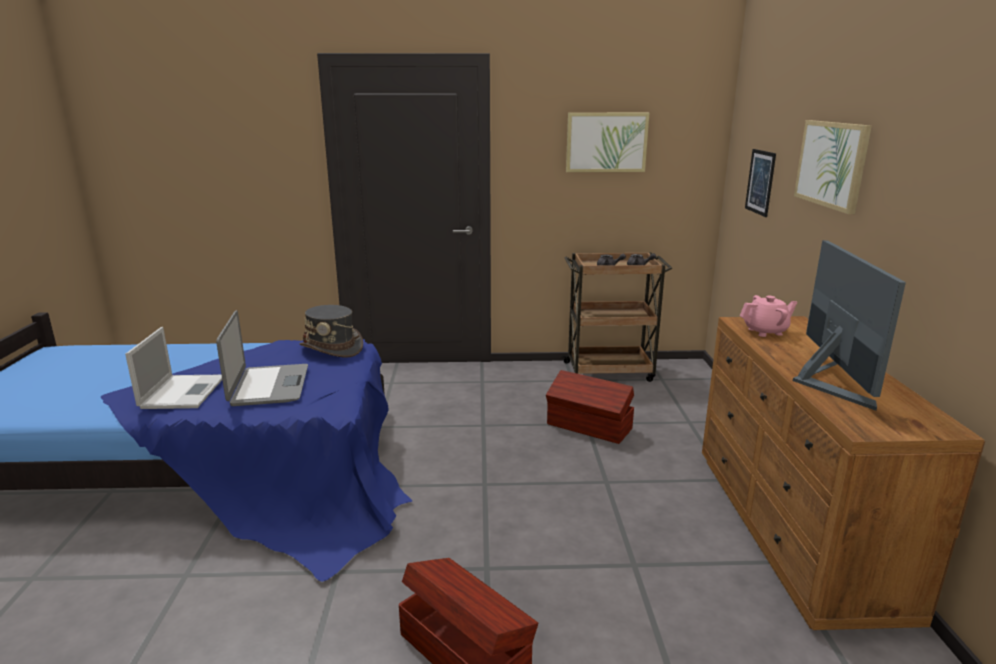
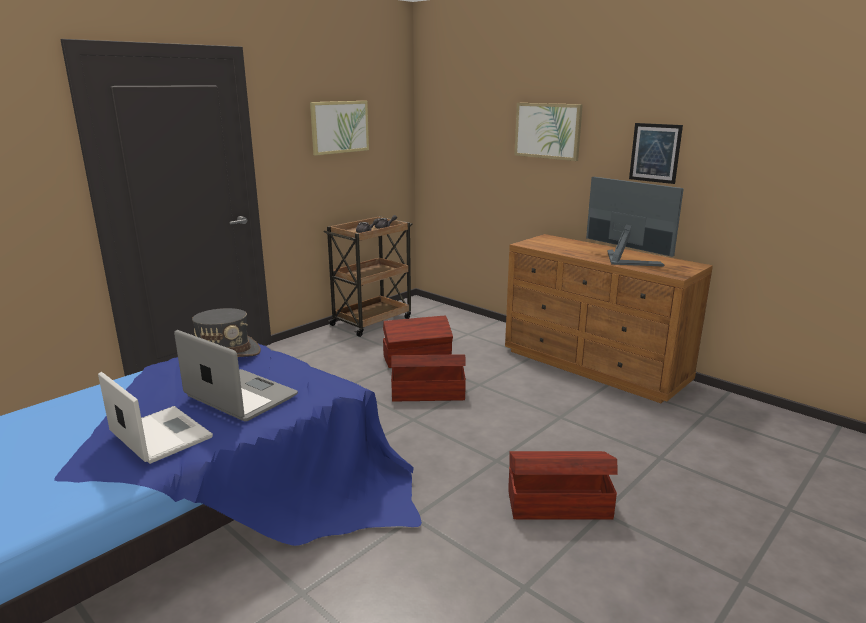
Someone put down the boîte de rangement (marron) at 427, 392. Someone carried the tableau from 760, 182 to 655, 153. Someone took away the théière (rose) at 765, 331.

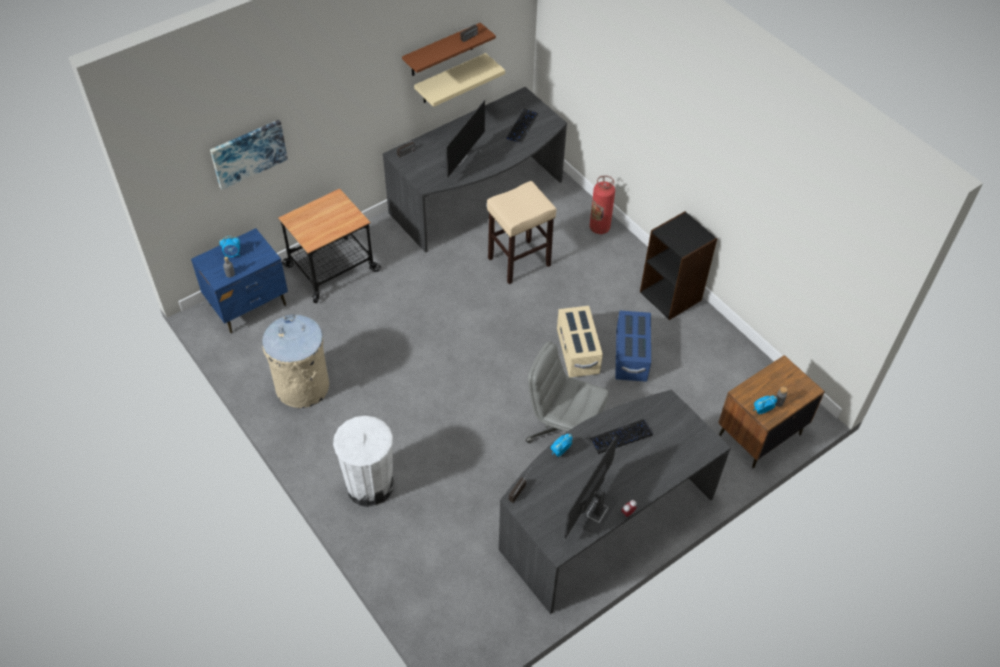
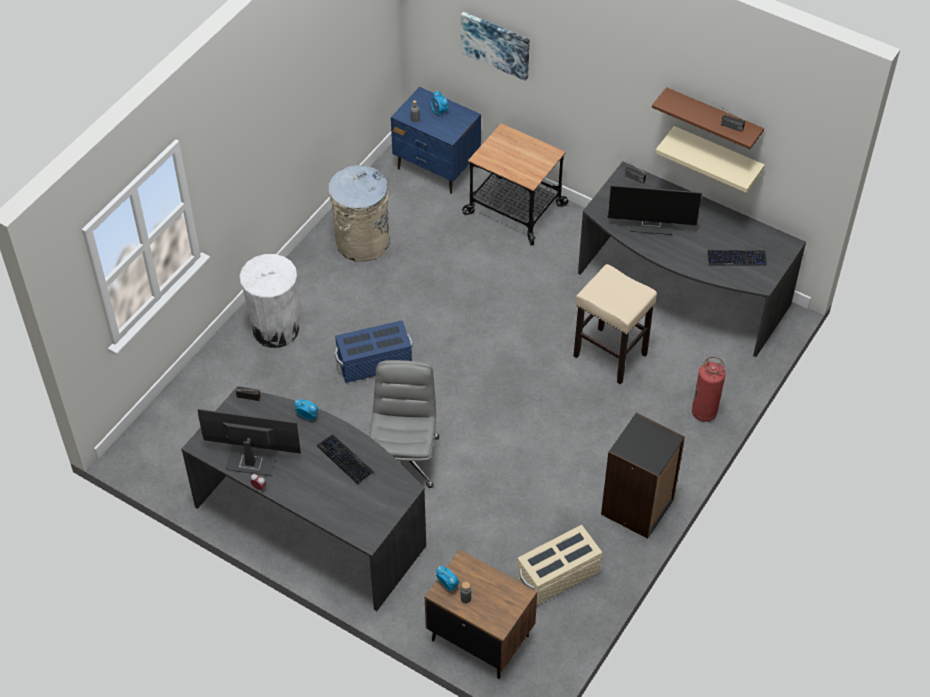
Someone carried the boîte de rangement (bleu) from 631, 356 to 374, 363. Someone carried the boîte de rangement (beige) from 577, 352 to 557, 575.

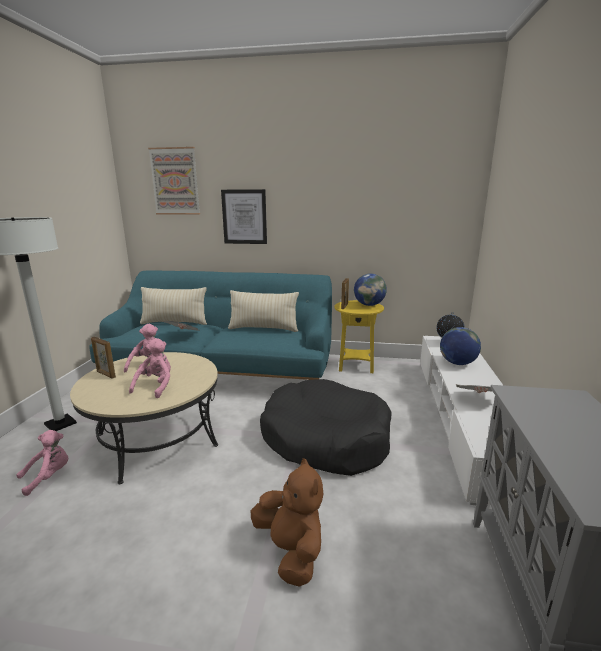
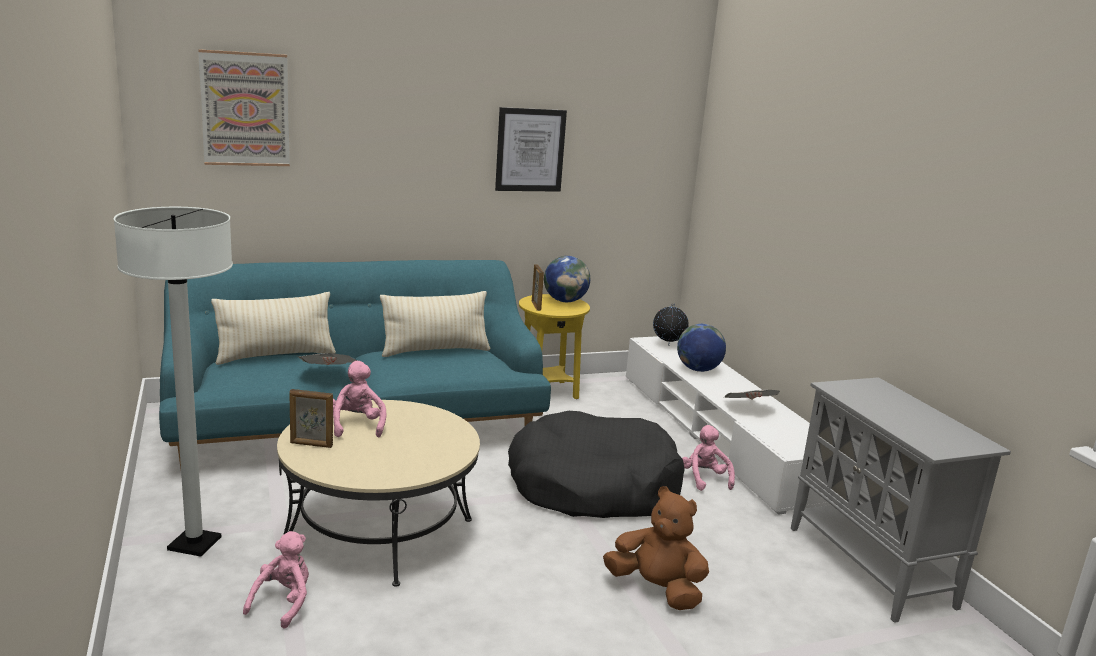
Someone carried the tableau from 244, 217 to 530, 150. Someone carried the peluche (rose) from 156, 386 to 704, 479.

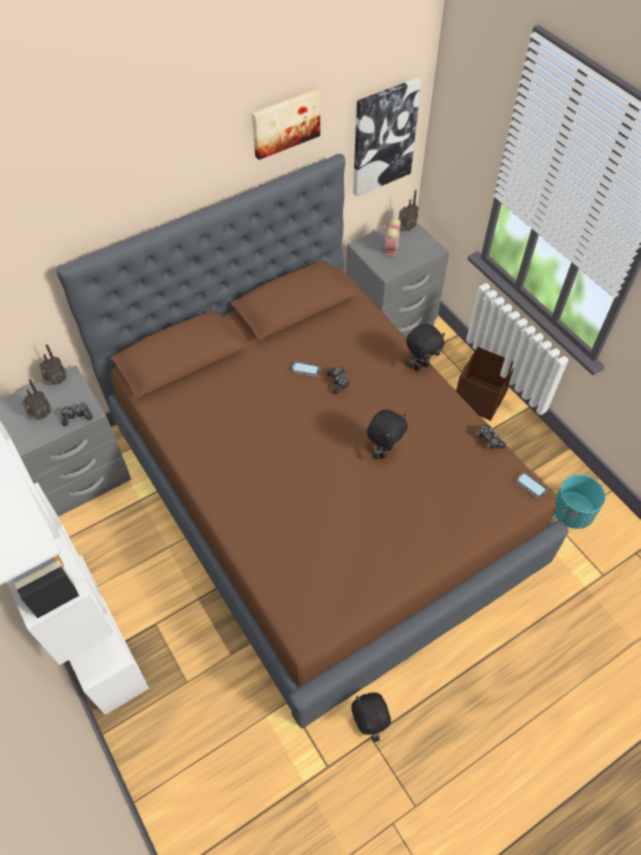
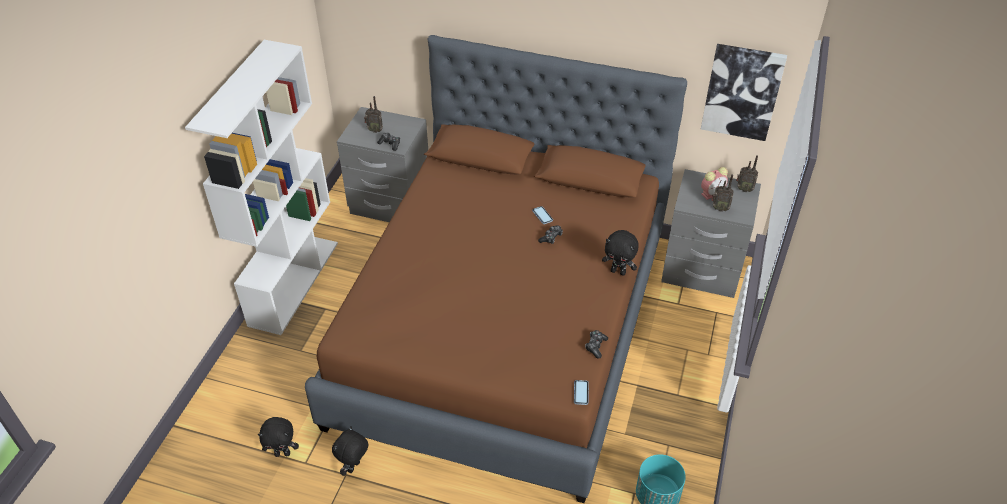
Someone carried the peluche (noir) from 384, 451 to 282, 453. Someone carried the radio from 56, 381 to 719, 208. Someone took away the tableau at 285, 123. Someone took away the boîte de rangement (marron) at 479, 398.

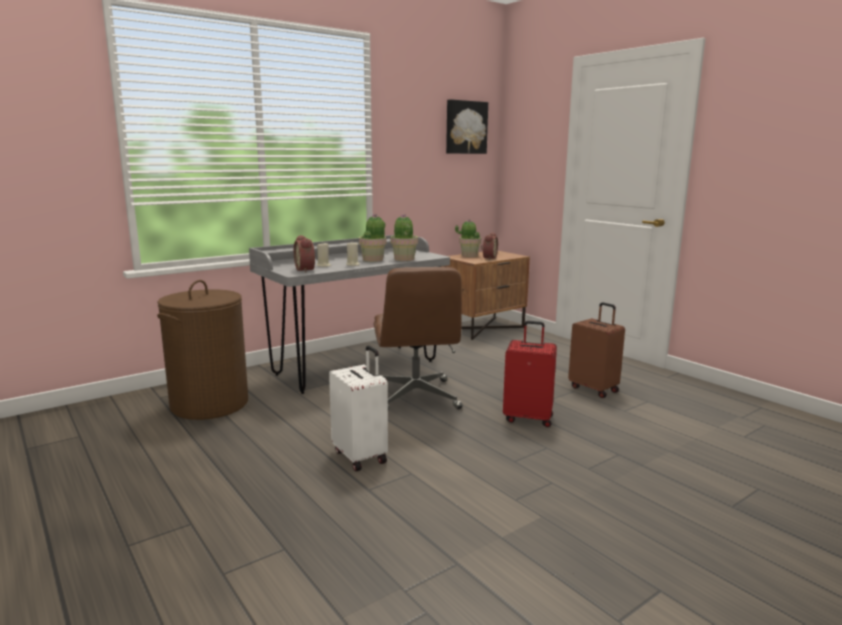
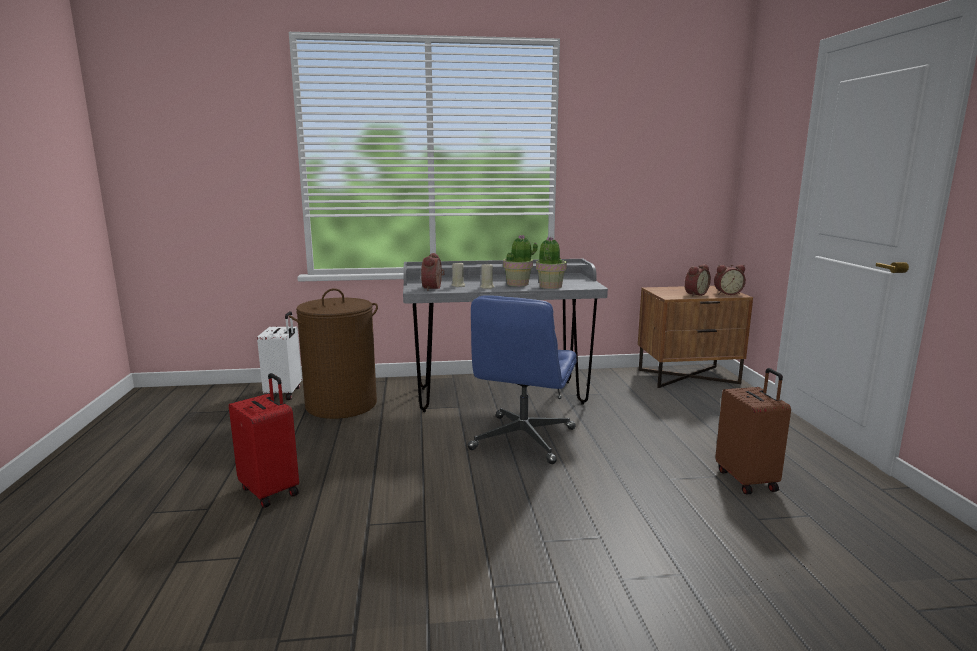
Someone carried the valise (rouge) from 528, 418 to 271, 491. Someone carried the valise (blanc) from 361, 456 to 284, 393. Someone repainted the chaise de bureau (marron) at 416, 397, which became the chaise de bureau (bleu) at 523, 440. Someone put down the réveil at 727, 293. Someone took away the tableau at 465, 127. Someone took away the plante en pot at 469, 255.

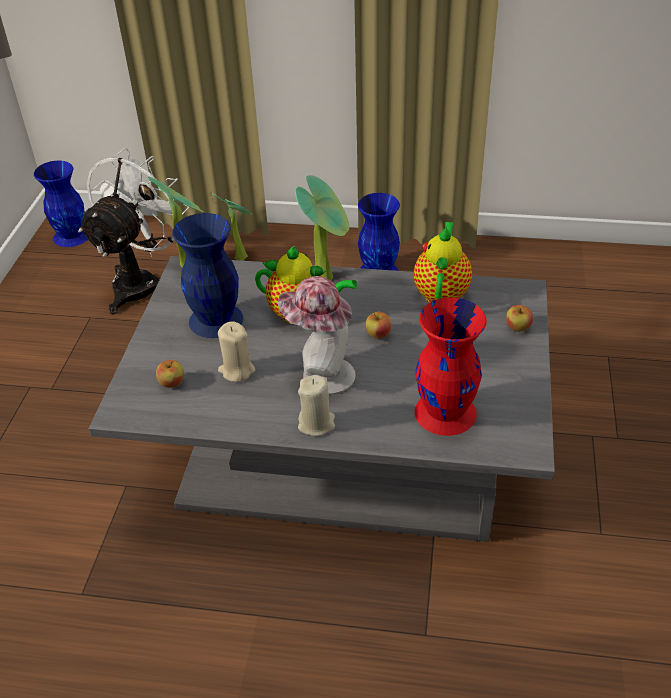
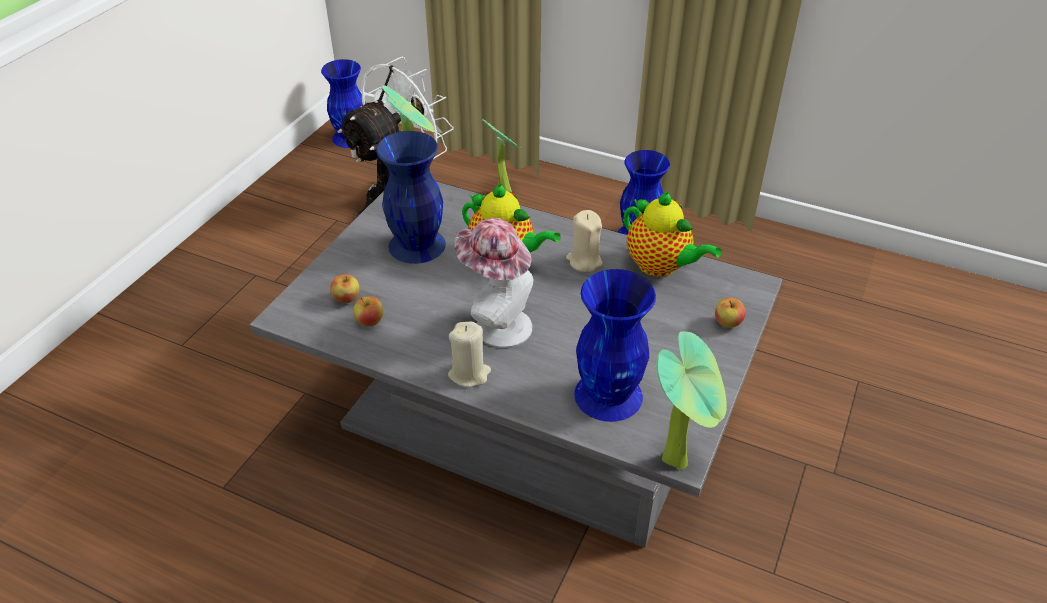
Someone carried the pomme from 378, 335 to 370, 322. Someone carried the bougie (beige) from 237, 370 to 584, 261. Someone repainted the vase (rouge) at 446, 413, which became the vase (bleu) at 609, 396. Someone rotated the théière at 441, 292 by 105 degrees clockwise. Someone carried the plante en pot from 327, 276 to 680, 459.

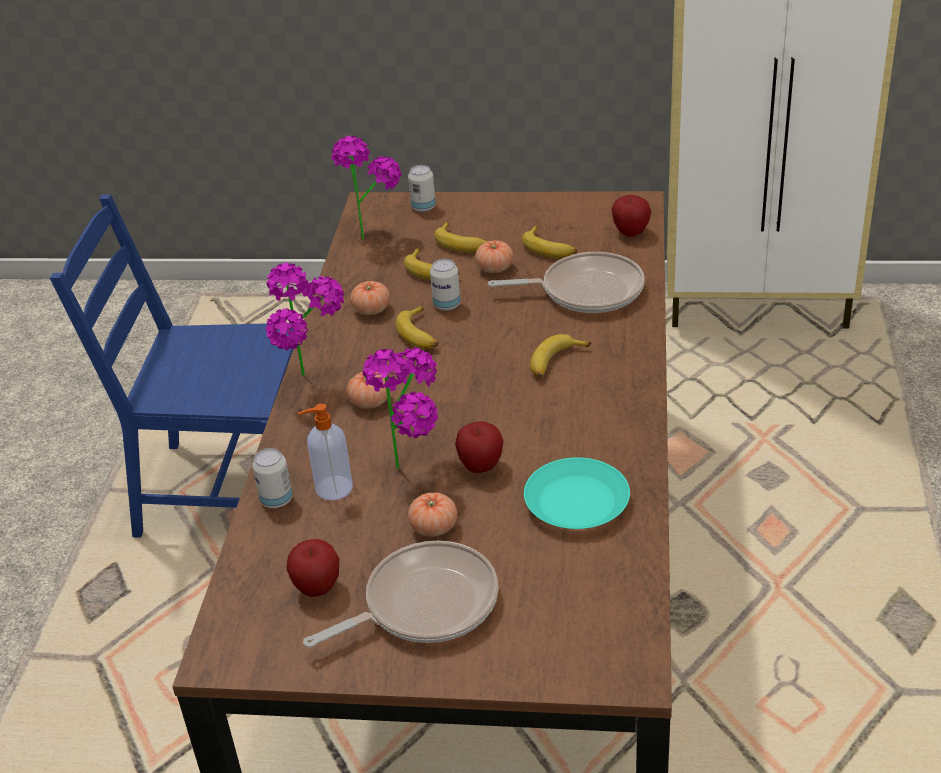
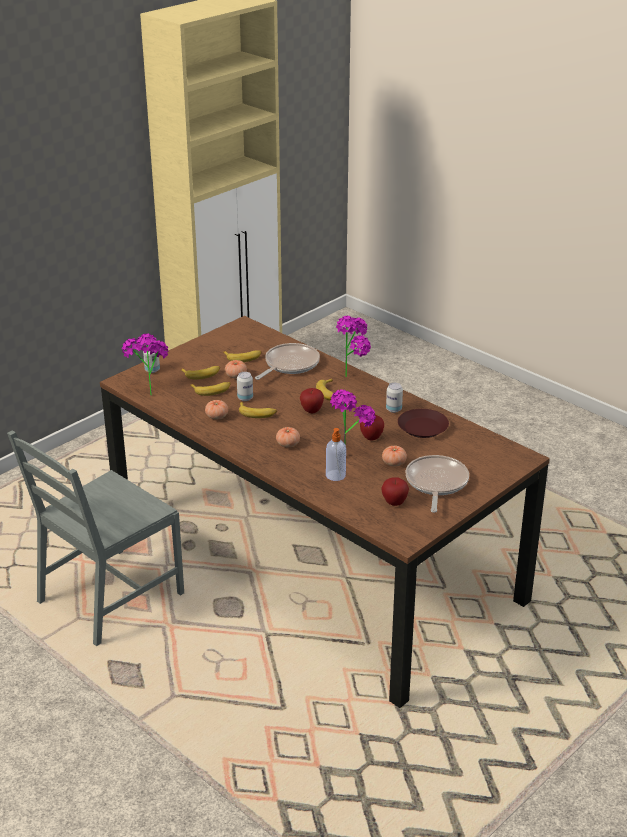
Someone repainted the chaise (bleu) at 228, 492, which became the chaise (gris) at 109, 598. Someone carried the pomme from 630, 233 to 311, 411. Someone carried the plante en pot from 314, 380 to 354, 375. Someone carried the boîte métallique from 276, 500 to 393, 409. Someone repainted the assiette (turquoise) at 576, 503, which became the assiette (marron) at 423, 428.

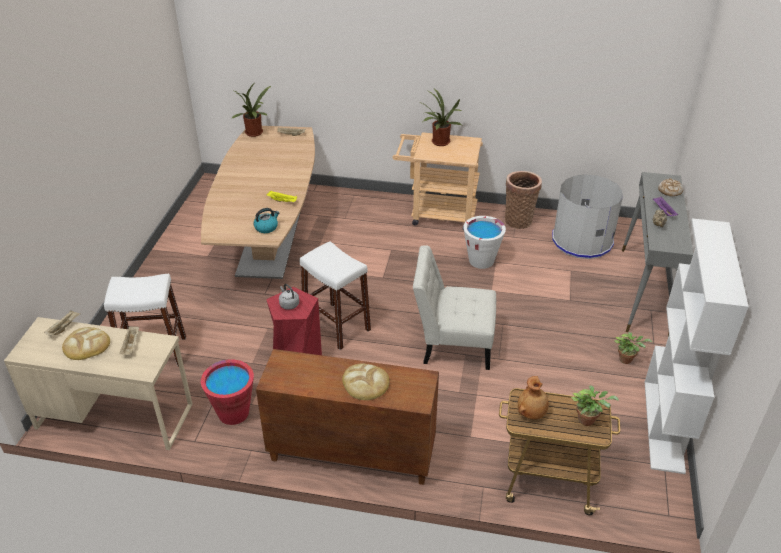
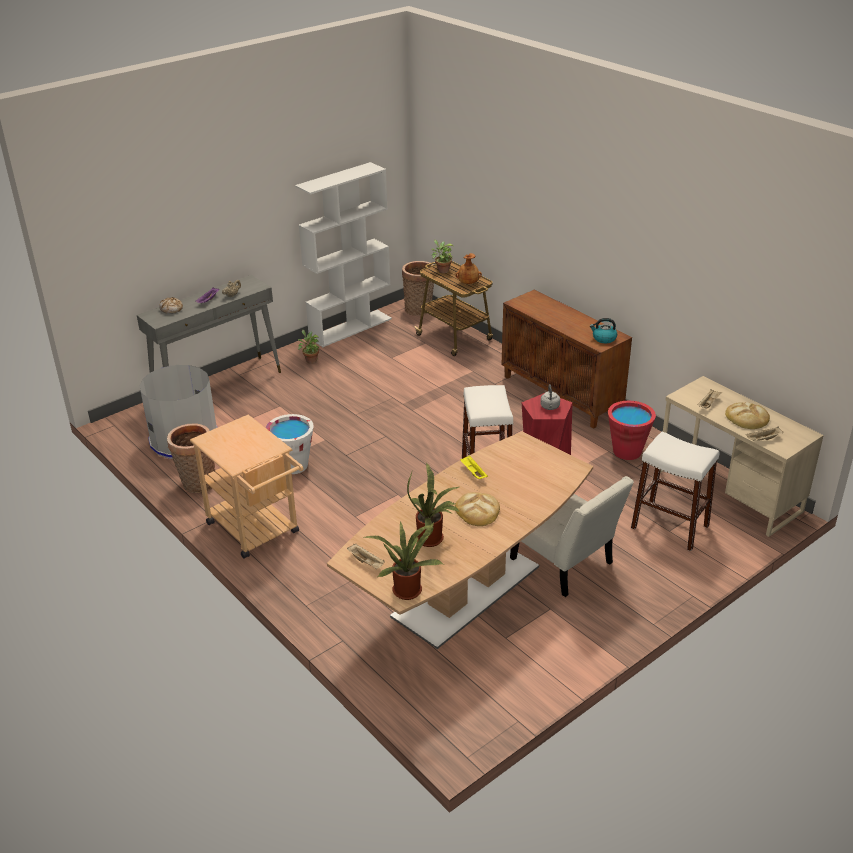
Someone put down the panier at 419, 310. Someone carried the plante en pot from 439, 143 to 432, 539. Someone carried the pain from 365, 383 to 477, 511. Someone carried the chaise (blanc) from 452, 344 to 565, 565. Someone carried the bouilloire from 266, 227 to 603, 338.

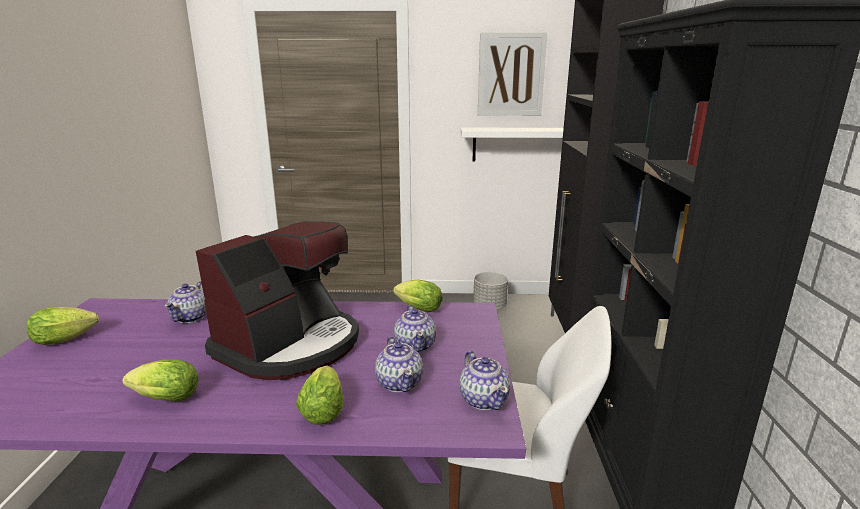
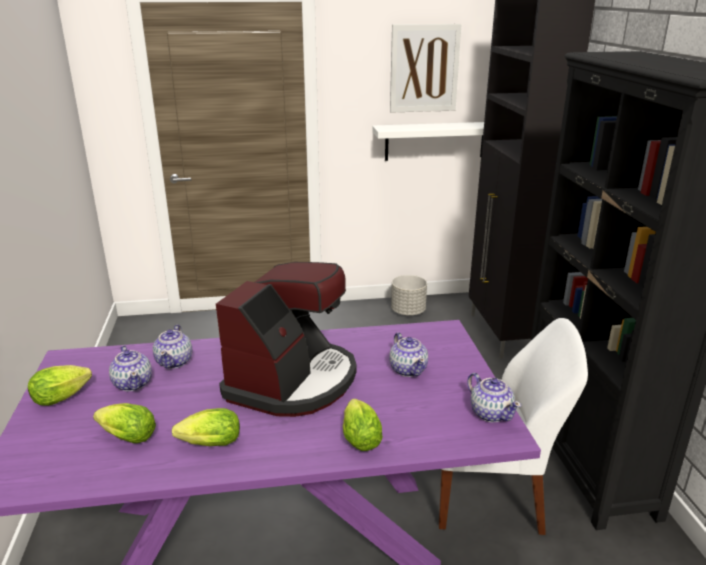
Someone carried the laitue from 416, 308 to 125, 437. Someone carried the théière from 400, 382 to 133, 383.

